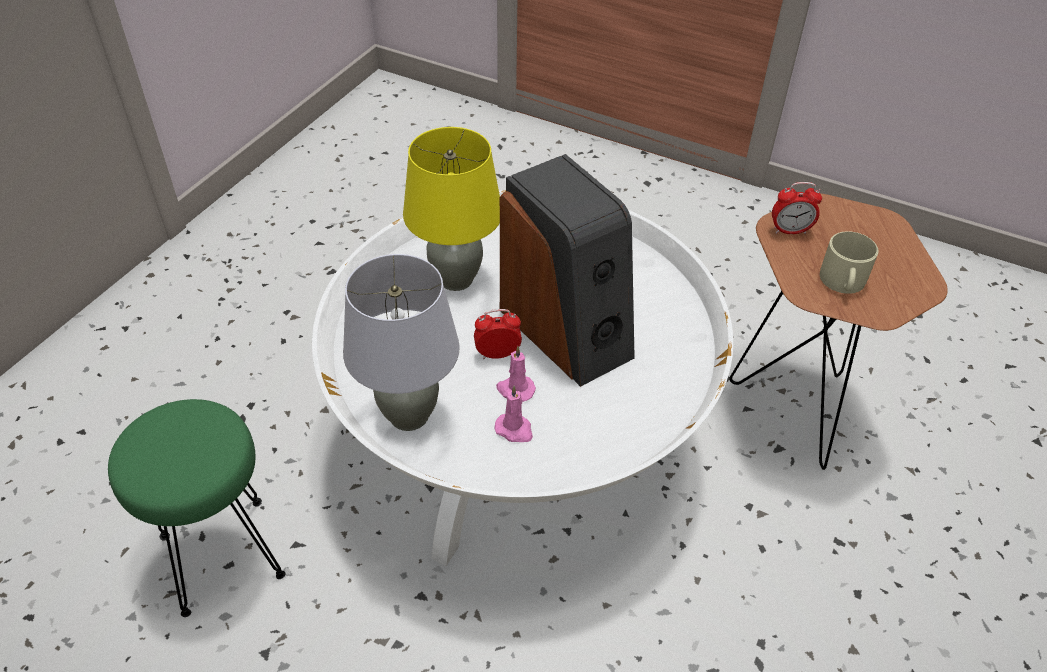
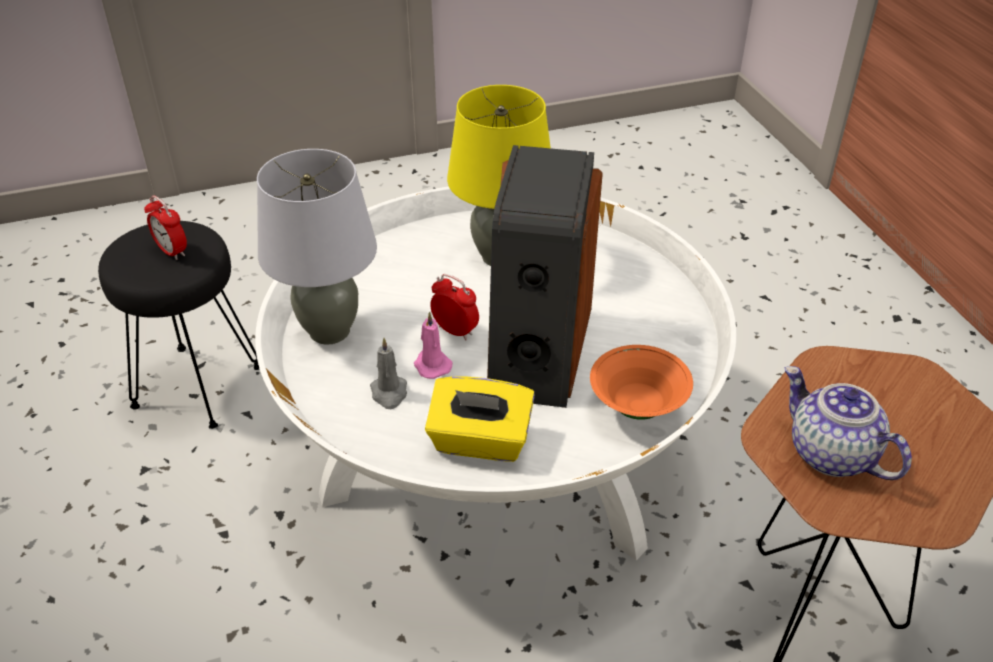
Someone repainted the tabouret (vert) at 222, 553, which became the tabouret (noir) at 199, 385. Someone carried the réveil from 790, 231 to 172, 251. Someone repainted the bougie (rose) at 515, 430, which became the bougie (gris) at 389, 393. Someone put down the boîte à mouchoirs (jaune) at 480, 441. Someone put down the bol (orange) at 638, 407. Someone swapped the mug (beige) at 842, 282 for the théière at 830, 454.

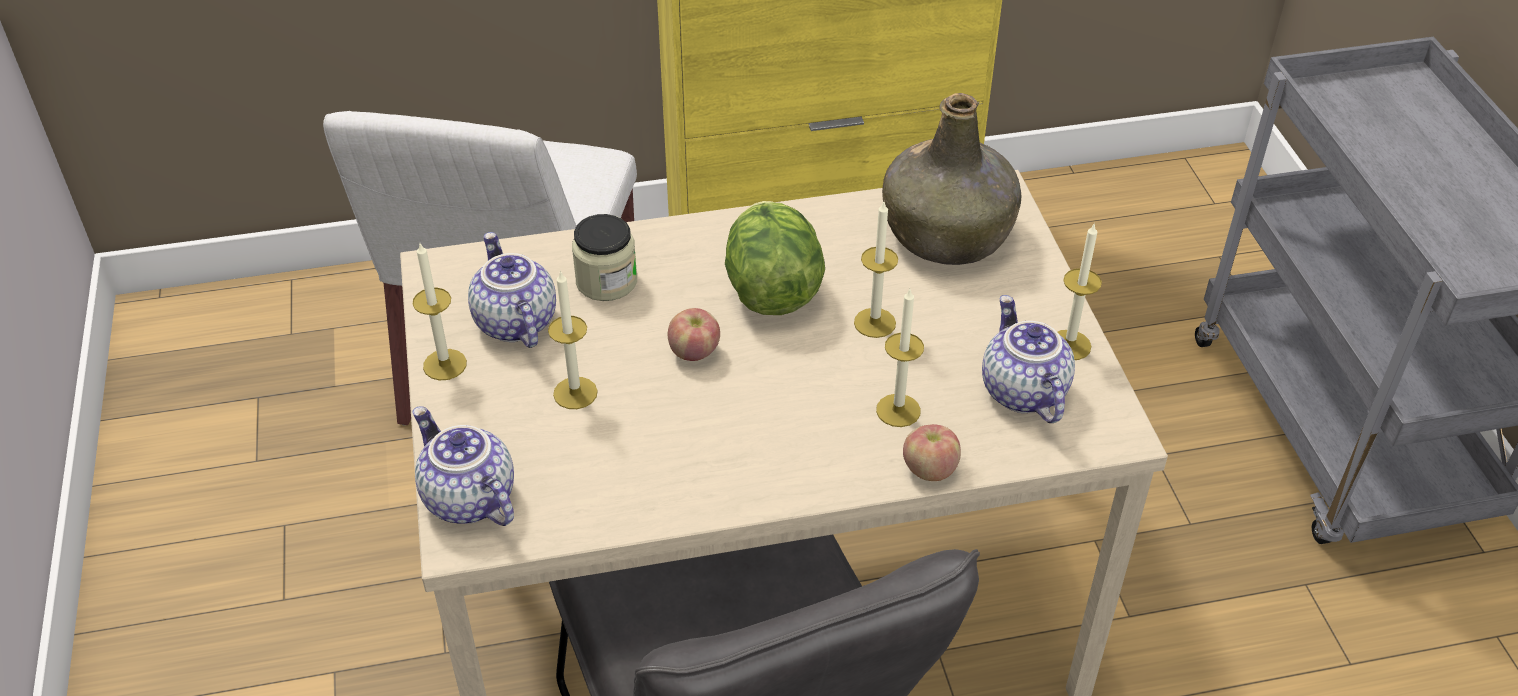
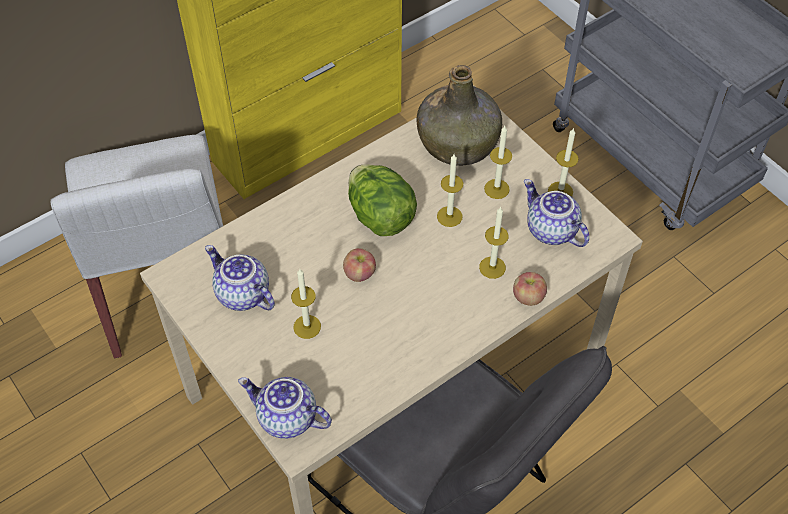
Someone carried the bougie from 445, 364 to 496, 189. Someone took away the bocal at 606, 281.

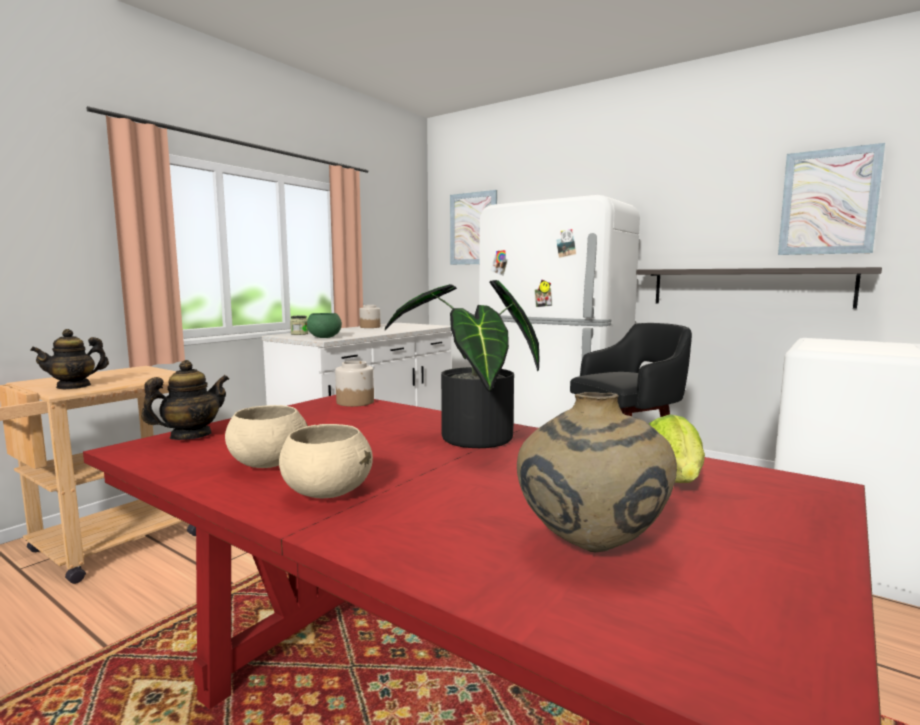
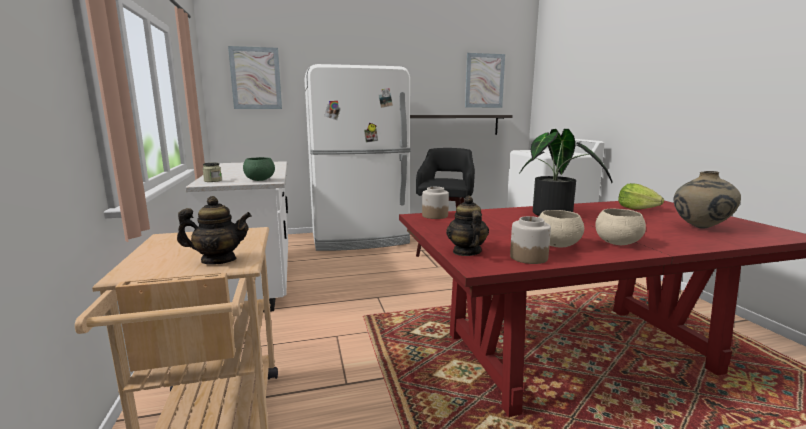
Someone rotated the théière at 74, 386 by 90 degrees counterclockwise. Someone carried the bocal from 370, 327 to 528, 257.

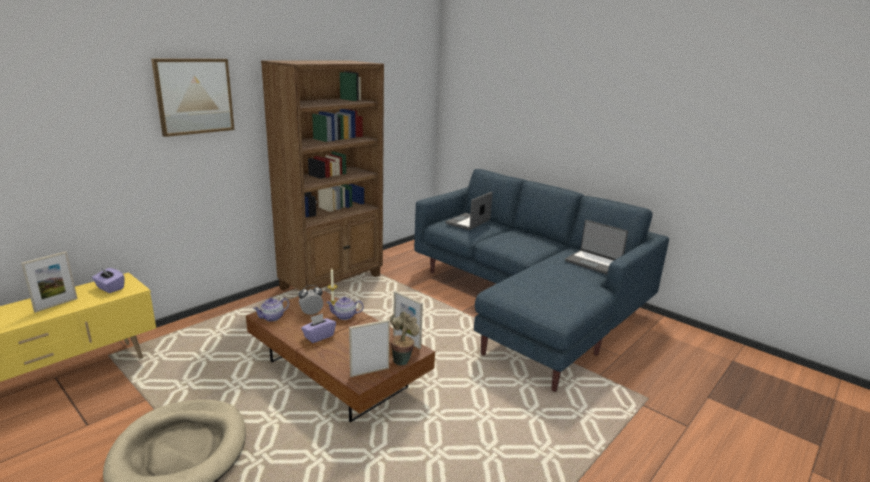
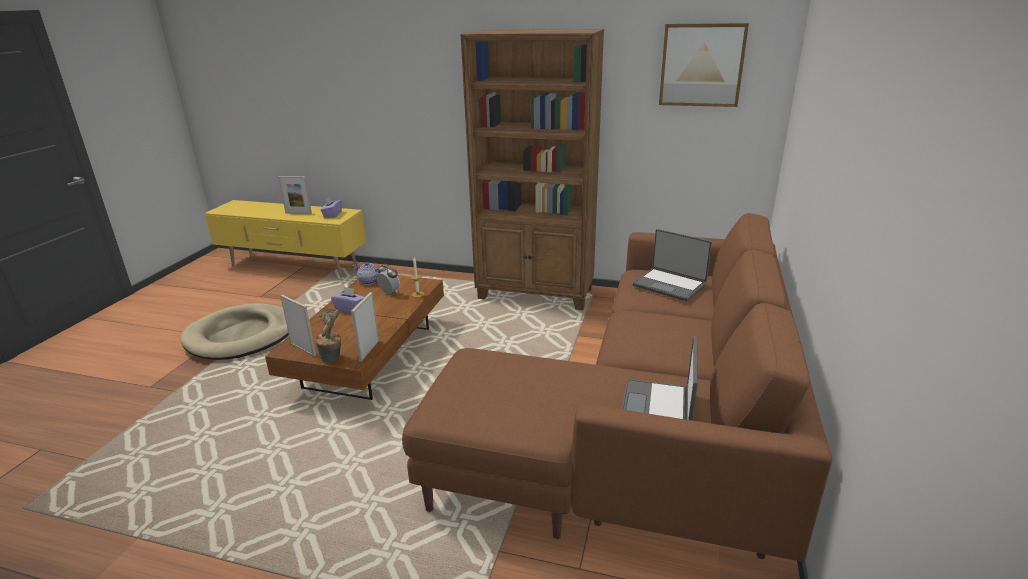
Someone repainted the canapé (bleu) at 527, 302, which became the canapé (marron) at 647, 432. Someone rotated the ordinateur portable at 468, 222 by 150 degrees counterclockwise. Someone carried the tableau from 194, 96 to 701, 65. Someone took away the théière at 345, 316.

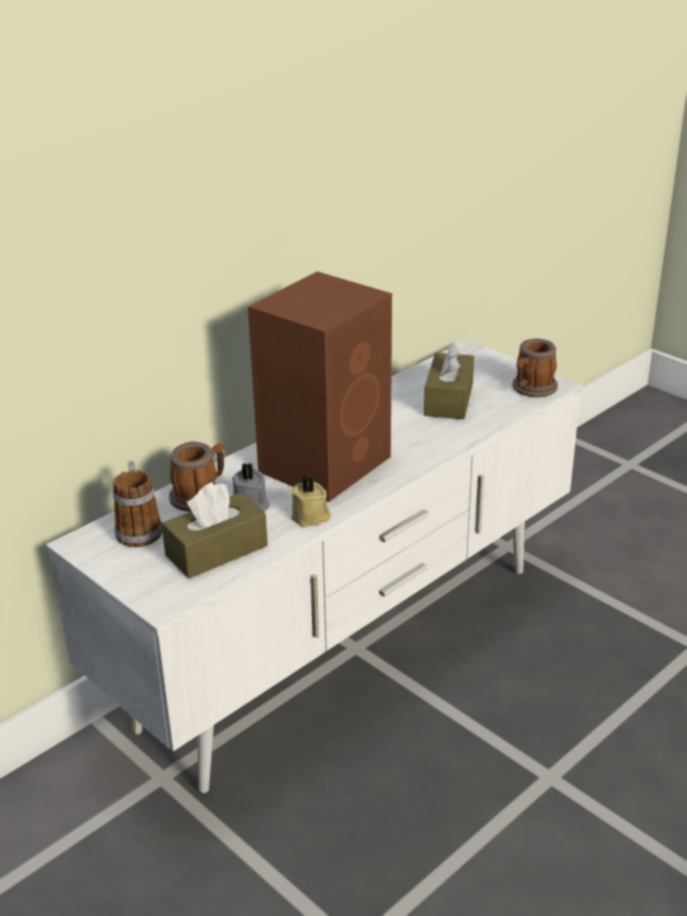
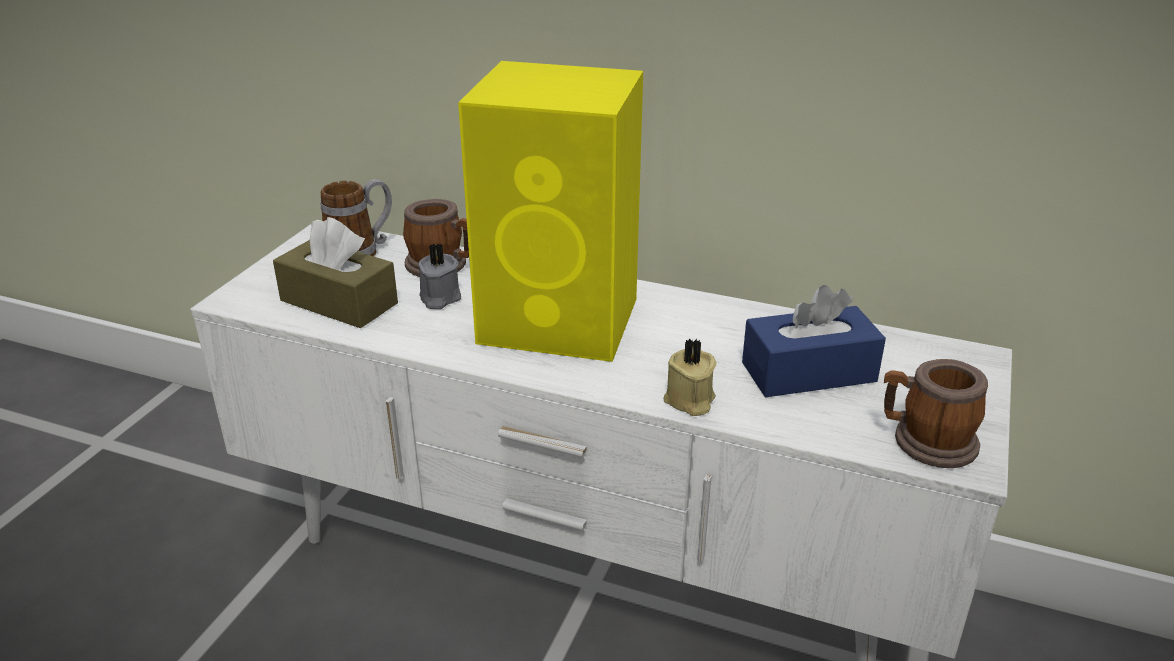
Someone repainted the enceinte (marron) at 327, 463, which became the enceinte (jaune) at 563, 321. Someone carried the bougie (beige) from 311, 517 to 689, 401. Someone repainted the boîte à mouchoirs (marron) at 448, 399, which became the boîte à mouchoirs (bleu) at 808, 372.

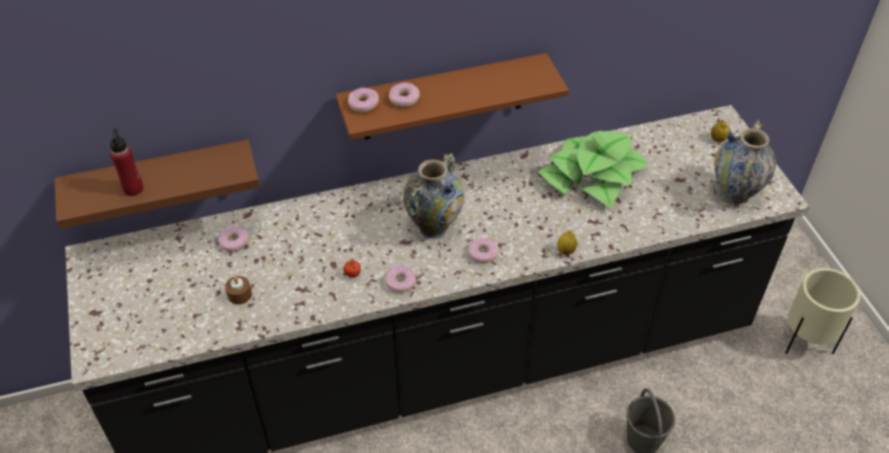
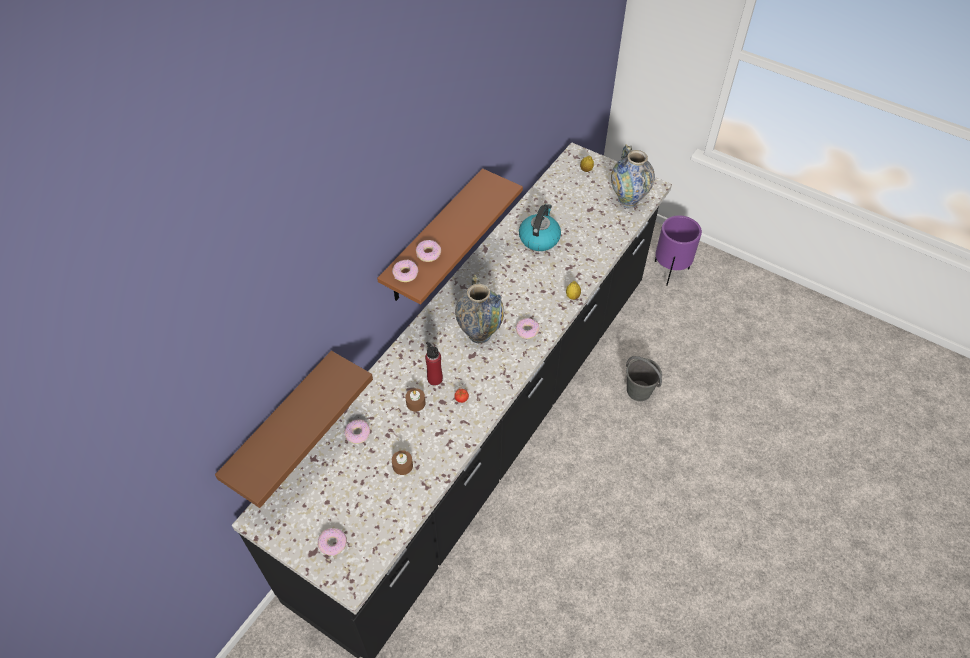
Someone carried the beignet from 400, 282 to 333, 544. Someone put down the bougie (marron) at 415, 403. Someone carried the bouteille (rouge) from 133, 189 to 435, 379. Someone swapped the plante en pot at 591, 176 for the bouilloire at 539, 238. Someone repainted the cache-pot (beige) at 805, 342, which became the cache-pot (violet) at 670, 272.

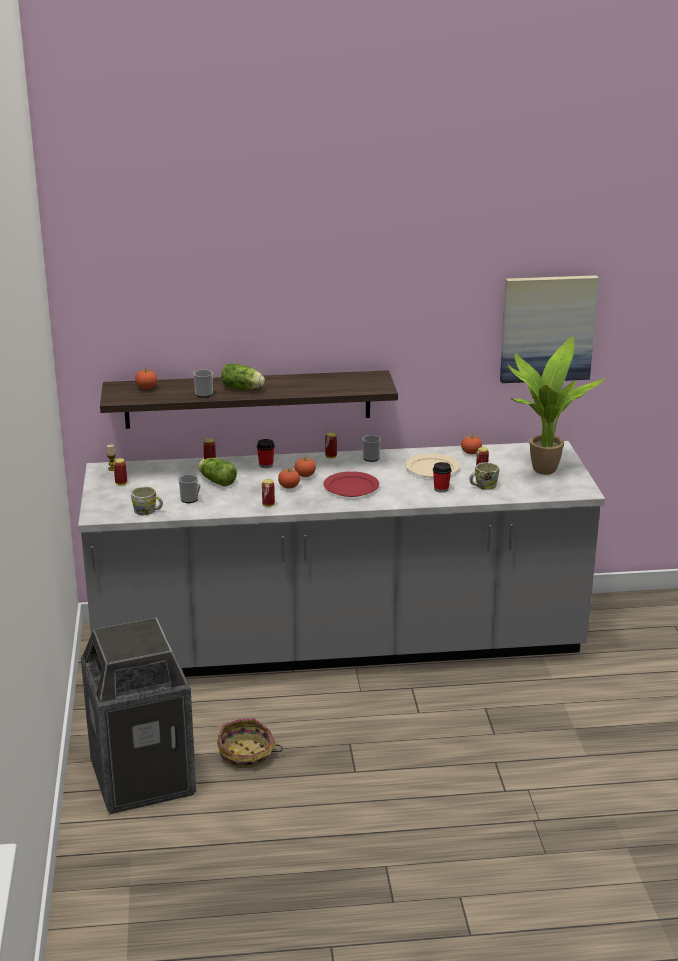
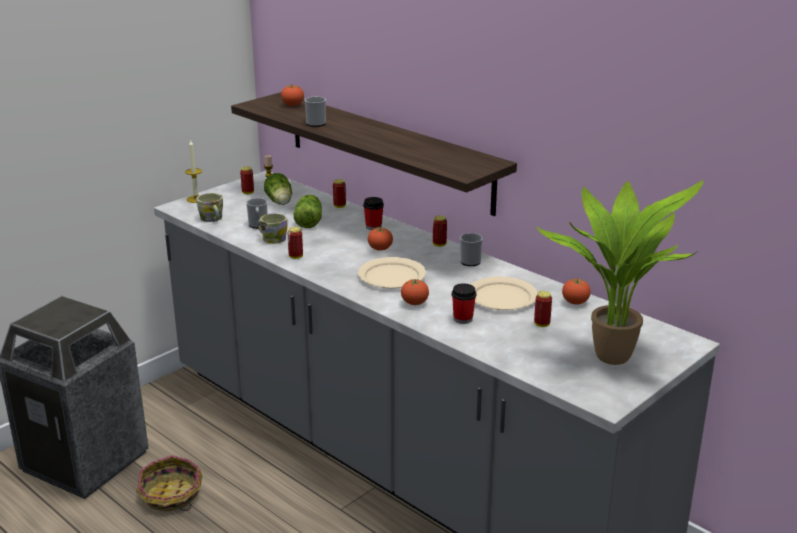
Someone put down the bougie at 196, 199. Someone carried the mug from 483, 486 to 271, 238. Someone carried the laitue from 243, 388 to 280, 202. Someone repainted the assiette (rouge) at 351, 487, which became the assiette (beige) at 392, 276. Someone carried the tomate from 289, 487 to 414, 303. Someone took away the tableau at 547, 328.

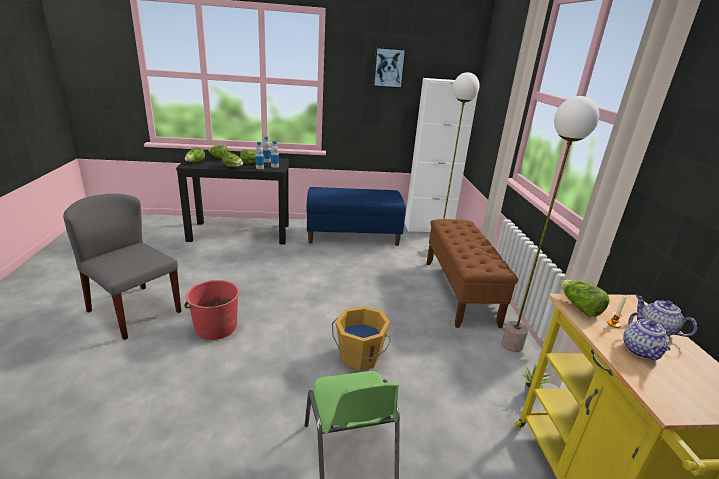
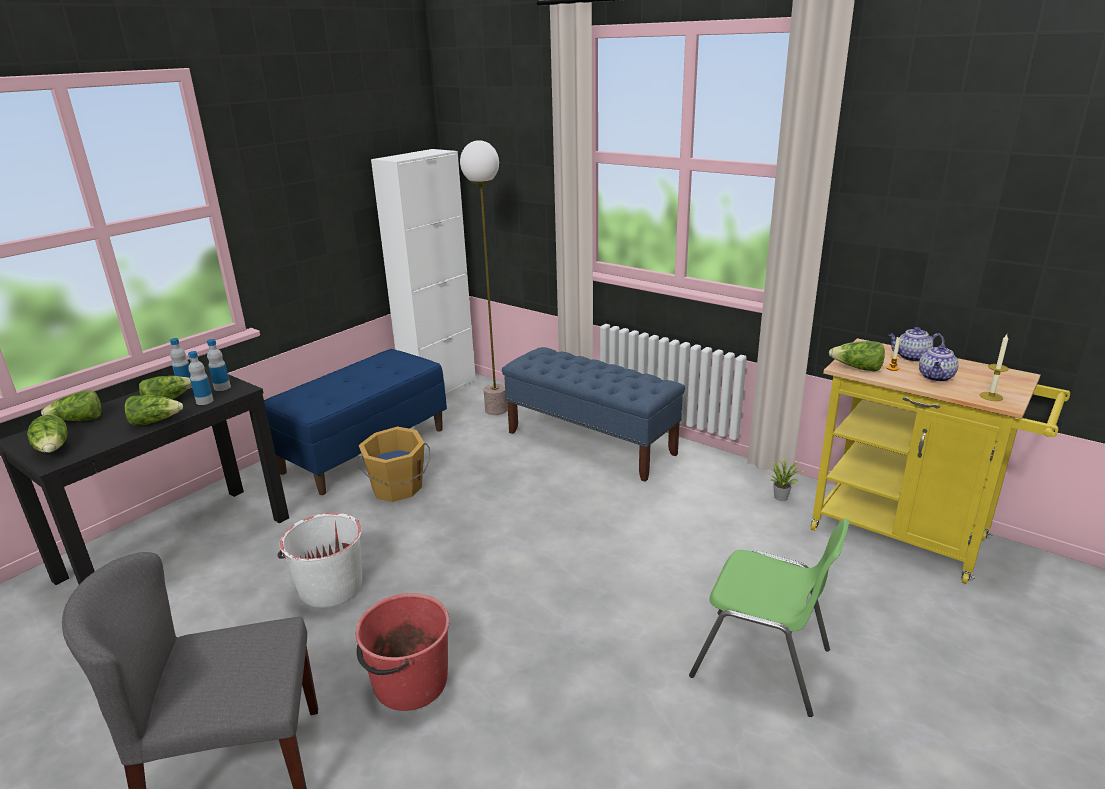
Someone put down the seau (blanc) at 330, 587. Someone carried the seau (orange) from 359, 356 to 397, 488. Someone repainted the banc (marron) at 460, 292, which became the banc (bleu) at 591, 443. Someone rotated the théière at 641, 351 by 75 degrees clockwise. Someone put down the bougie at 991, 396. Someone took away the tableau at 389, 68. Someone took away the lampadaire at 512, 345.

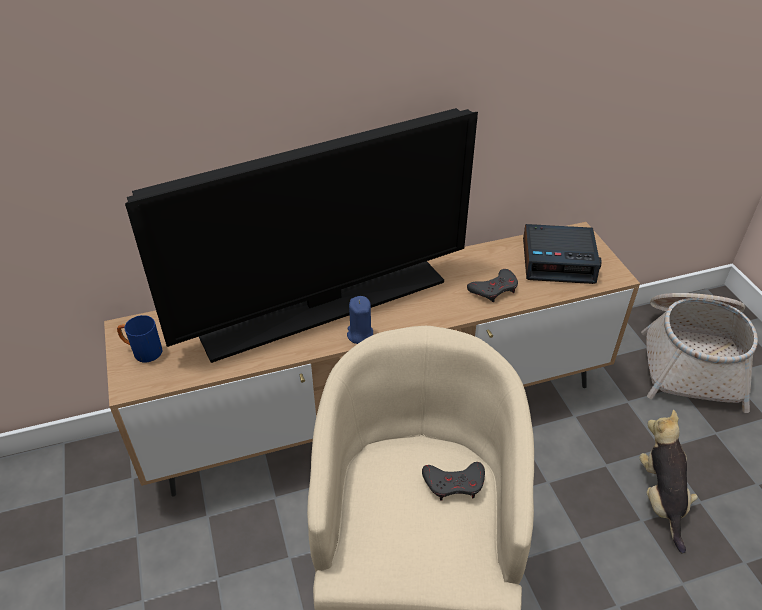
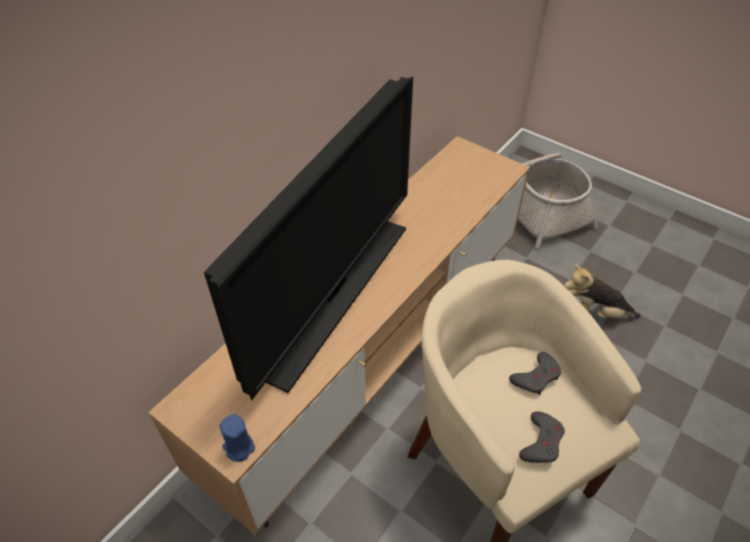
Someone carried the bougie (bleu) from 360, 334 to 239, 447. Someone carried the manette (gris) from 494, 289 to 541, 441. Someone rotated the peluche at 661, 498 by 45 degrees counterclockwise. Someone took away the mug (bleu) at 142, 352. Someone took away the réveil at 559, 261.

